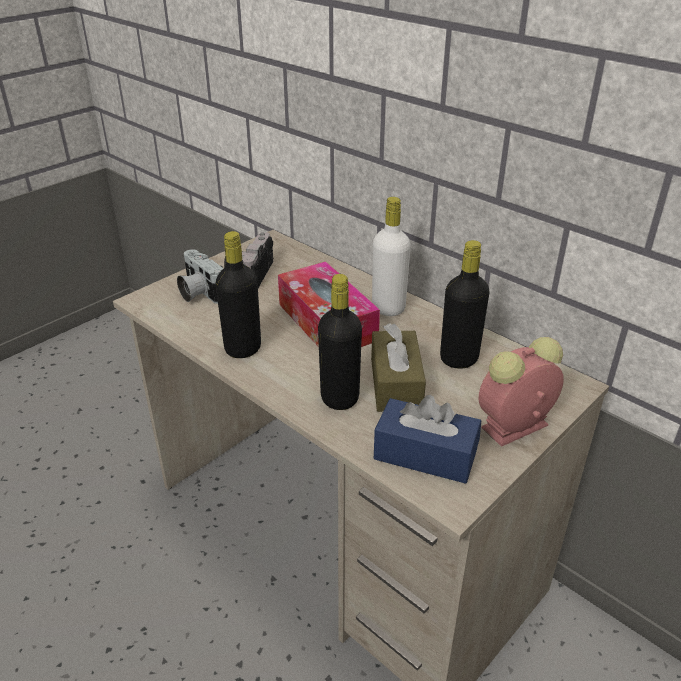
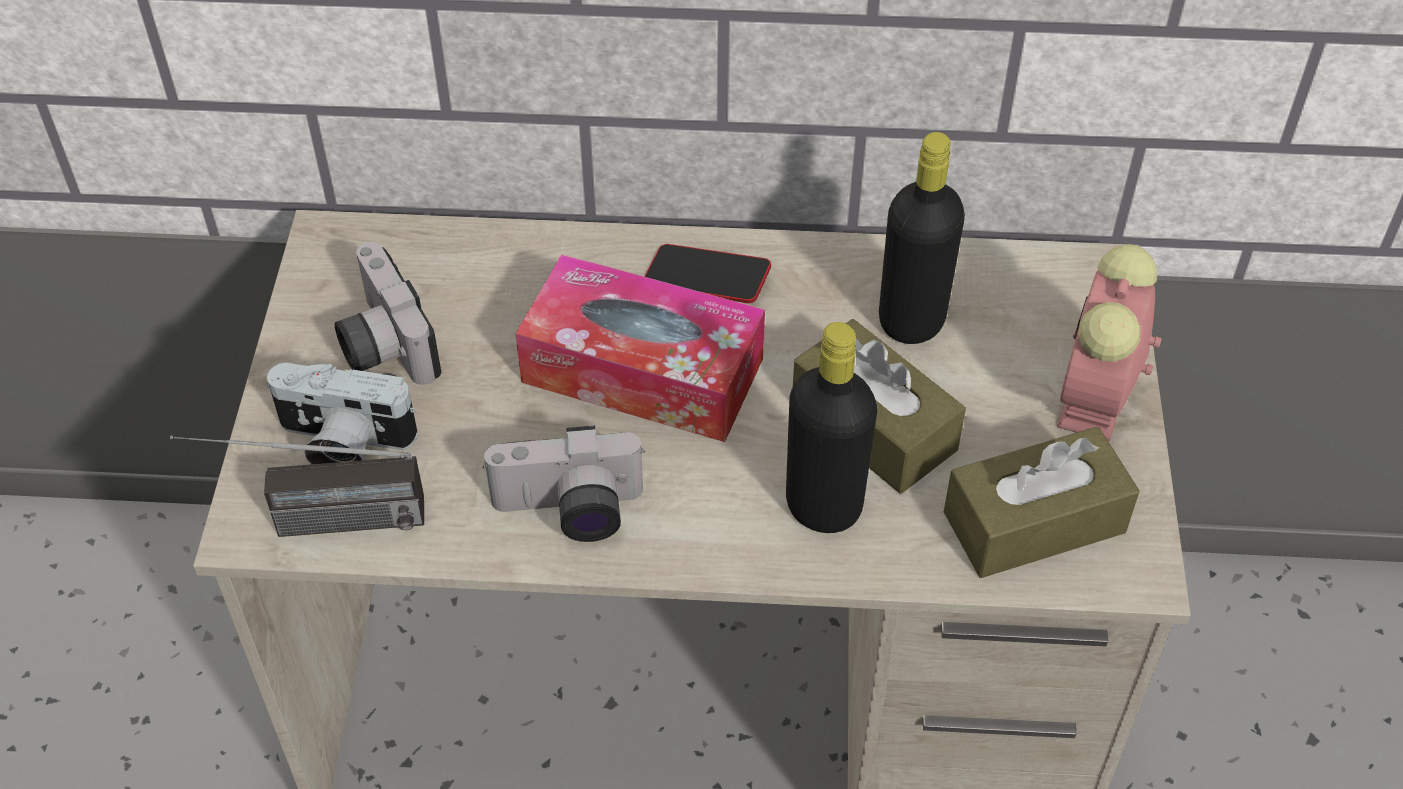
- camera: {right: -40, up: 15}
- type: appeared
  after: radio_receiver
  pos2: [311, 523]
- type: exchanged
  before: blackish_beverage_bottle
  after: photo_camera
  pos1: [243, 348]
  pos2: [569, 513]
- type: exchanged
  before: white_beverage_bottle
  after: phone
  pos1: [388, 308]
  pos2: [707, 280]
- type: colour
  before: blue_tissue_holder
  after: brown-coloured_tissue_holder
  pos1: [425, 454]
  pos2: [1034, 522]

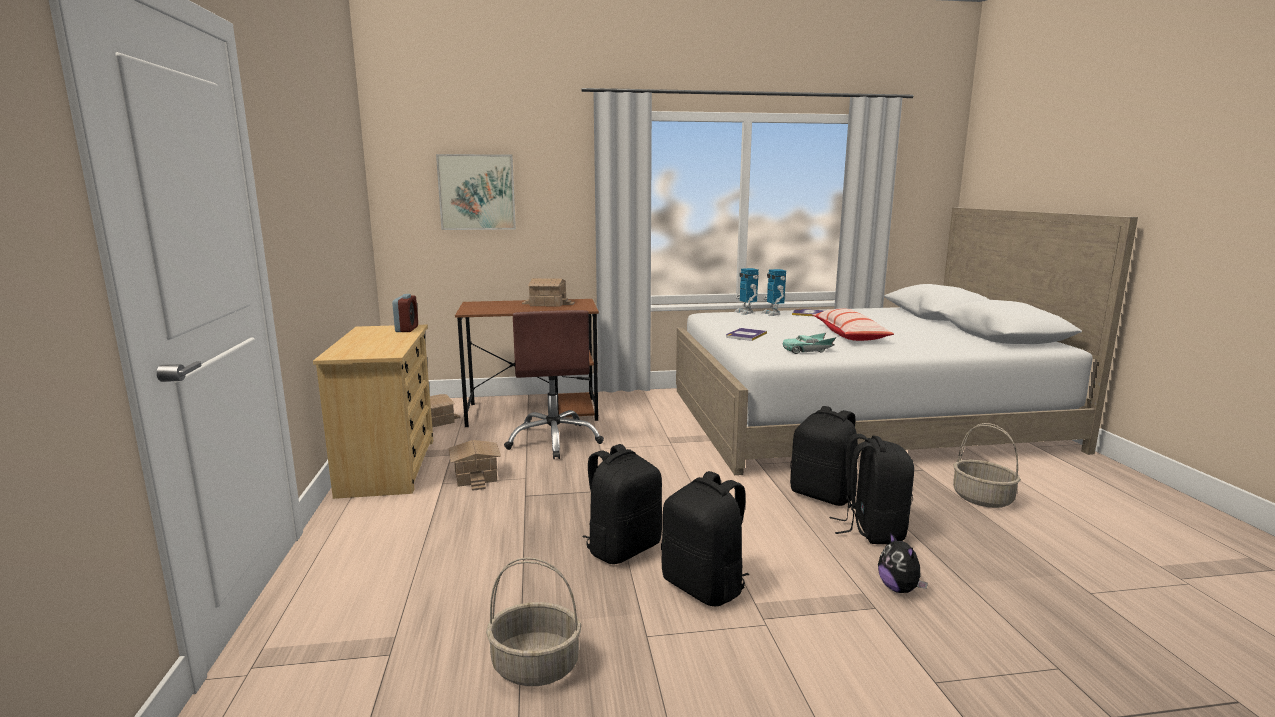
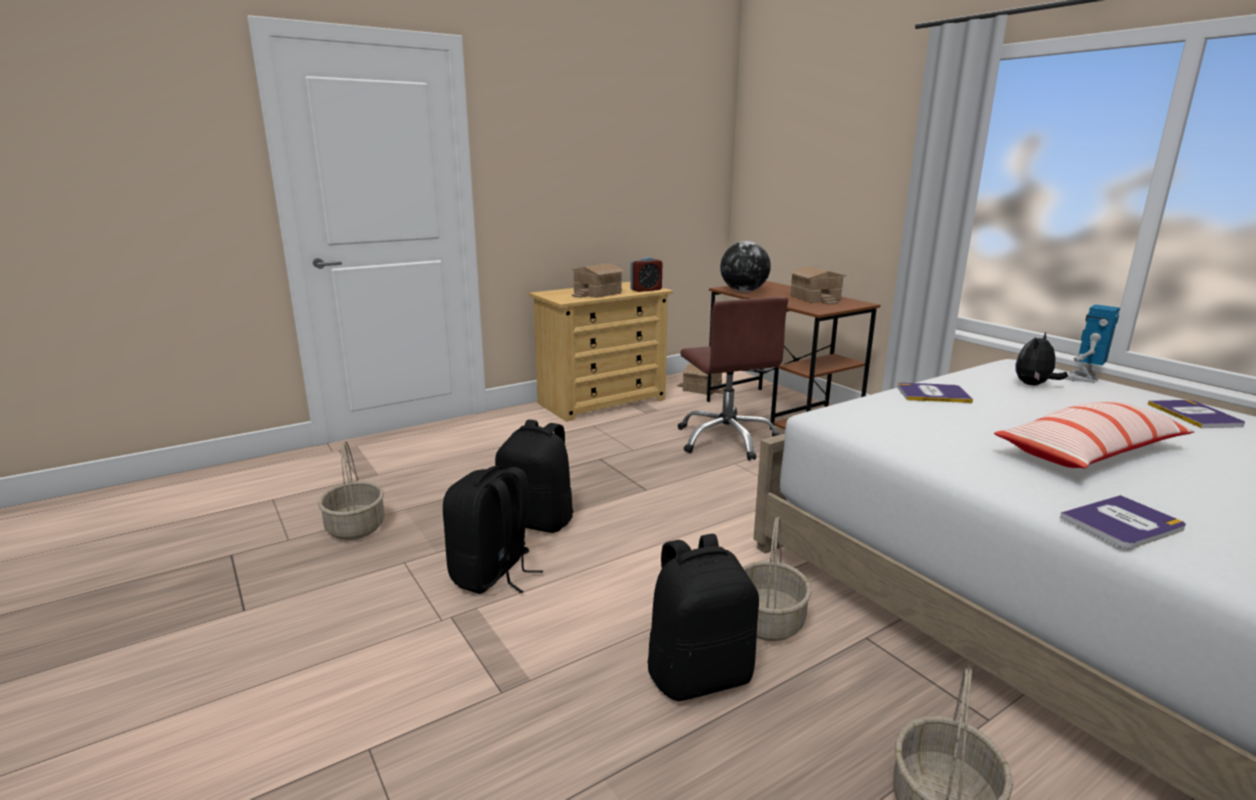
- camera: {right: 65, up: 5}
- type: missing
  before: wall_art
  pos1: [477, 192]
- type: missing
  before: toy_robot
  pos1: [773, 314]
- type: missing
  before: turquoise_miniature_car
  pos1: [807, 350]
- type: appeared
  after: desk_globe
  pos2: [743, 291]
- type: appeared
  after: bound_book
  pos2: [1122, 523]
- type: relocated
  before: toy_house
  pos1: [474, 476]
  pos2: [596, 293]
- type: relocated
  before: plush_toy
  pos1: [899, 589]
  pos2: [1034, 385]
- type: exchanged
  before: blackish_knapsack
  after: basket
  pos1: [823, 495]
  pos2: [769, 622]
- type: spun
  before: brown-coloured_computer_chair
  pos1: [554, 440]
  pos2: [726, 439]
  turn: -75

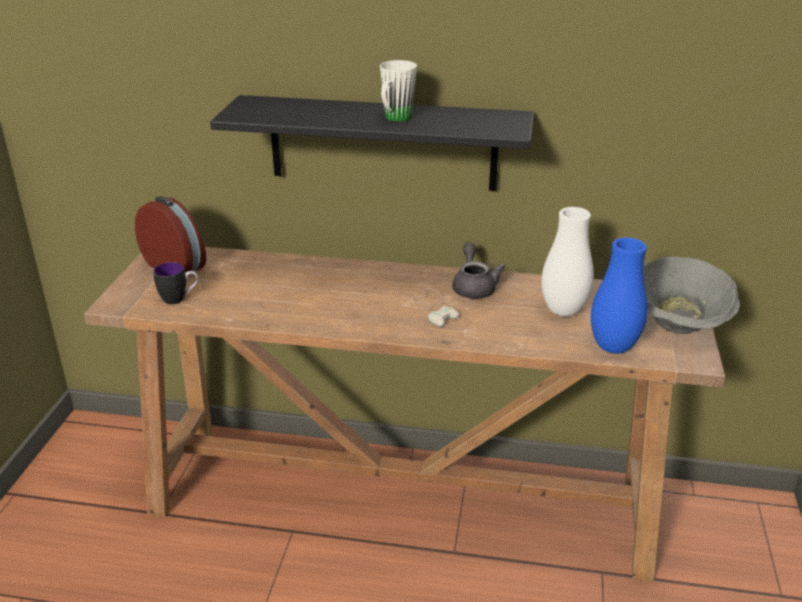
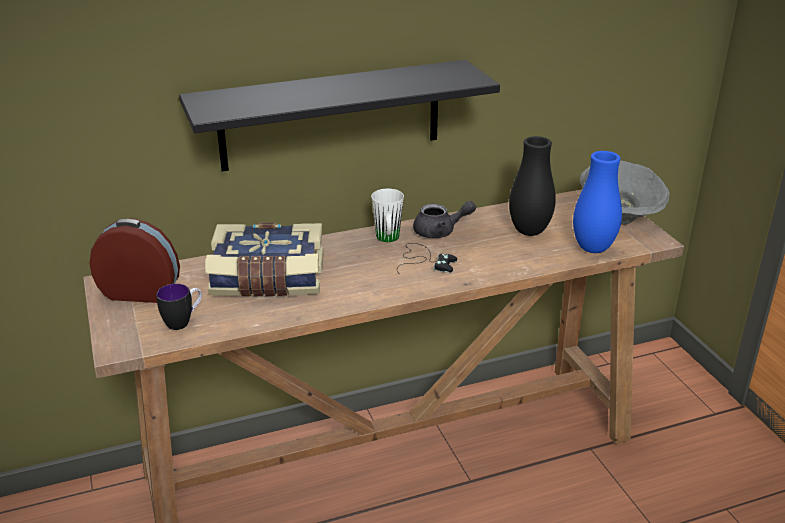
- camera: {right: -30, up: 0}
- type: appeared
  after: bound_book
  pos2: [268, 279]
- type: relocated
  before: white_coffee_mug
  pos1: [395, 119]
  pos2: [388, 240]
- type: colour
  before: white_gamepad
  after: blackish_gamepad
  pos1: [429, 309]
  pos2: [424, 261]
- type: colour
  before: white_vase
  after: blackish_vase
  pos1: [563, 311]
  pos2: [529, 231]
- type: spun
  before: gray_tea_pot
  pos1: [474, 287]
  pos2: [440, 232]
  turn: 120

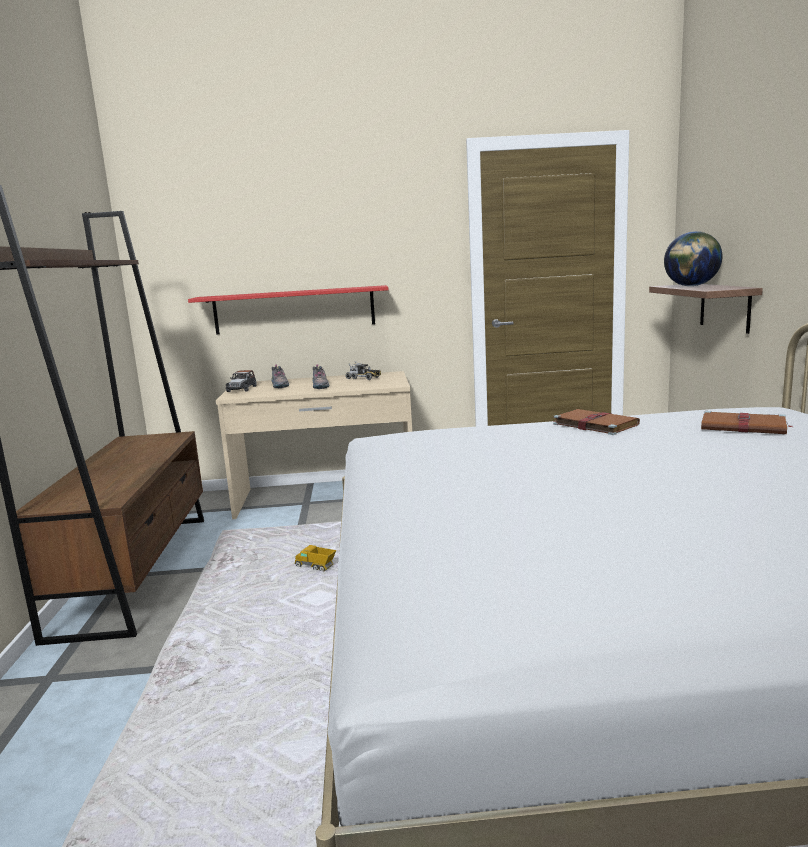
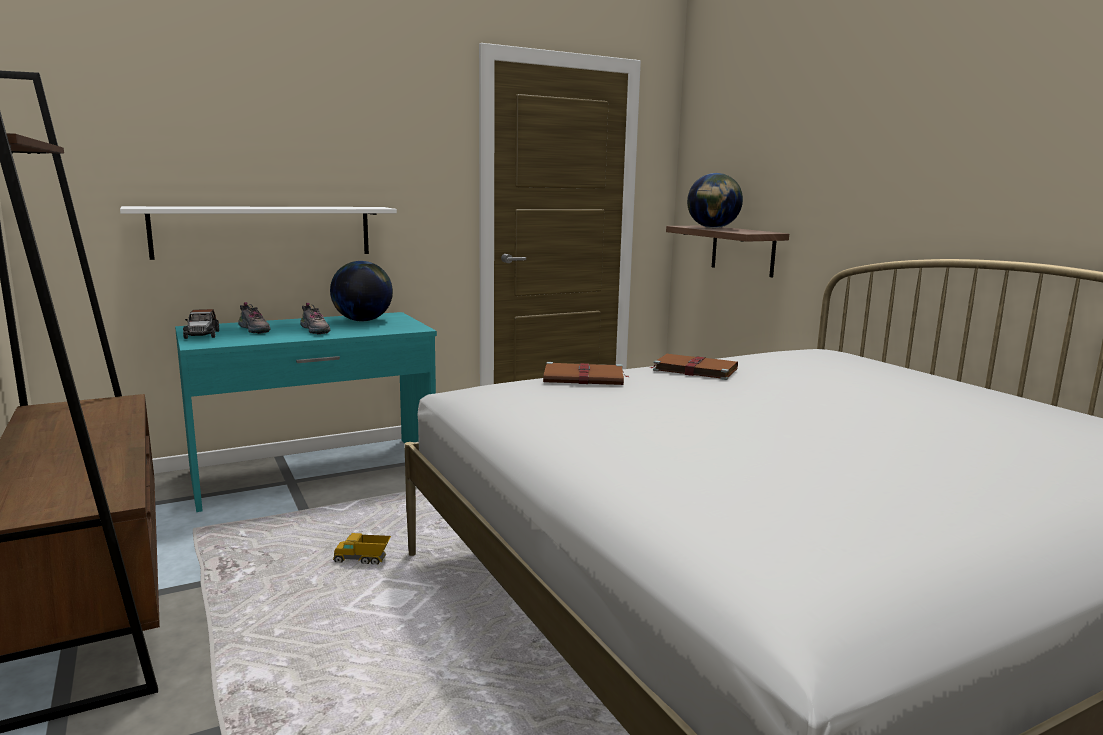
- camera: {right: -25, up: 0}
- type: relocated
  before: brown-coloured_bound_book
  pos1: [745, 427]
  pos2: [585, 378]
- type: exchanged
  before: toy_truck
  after: desk_globe
  pos1: [363, 378]
  pos2: [362, 320]
- type: colour
  before: red_wall_shelf
  after: white_wall_shelf
  pos1: [294, 310]
  pos2: [264, 231]
- type: colour
  before: beige_desk_table
  after: turquoise_desk_table
  pos1: [327, 497]
  pos2: [314, 472]

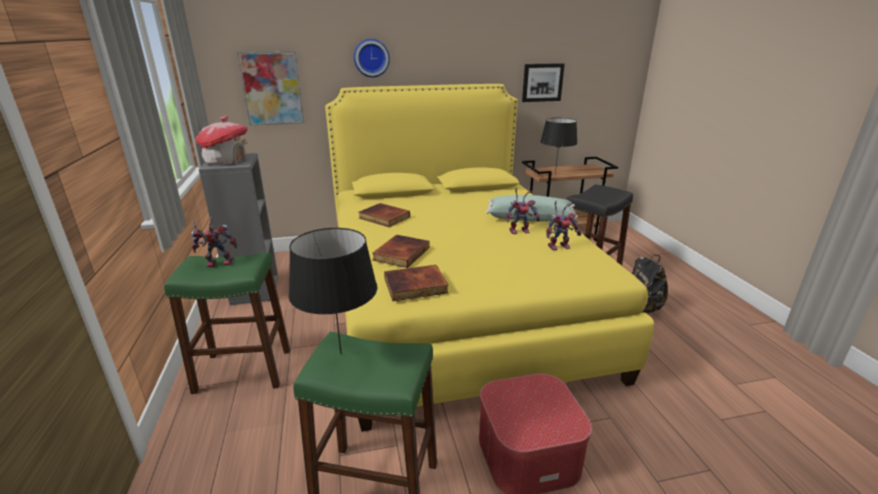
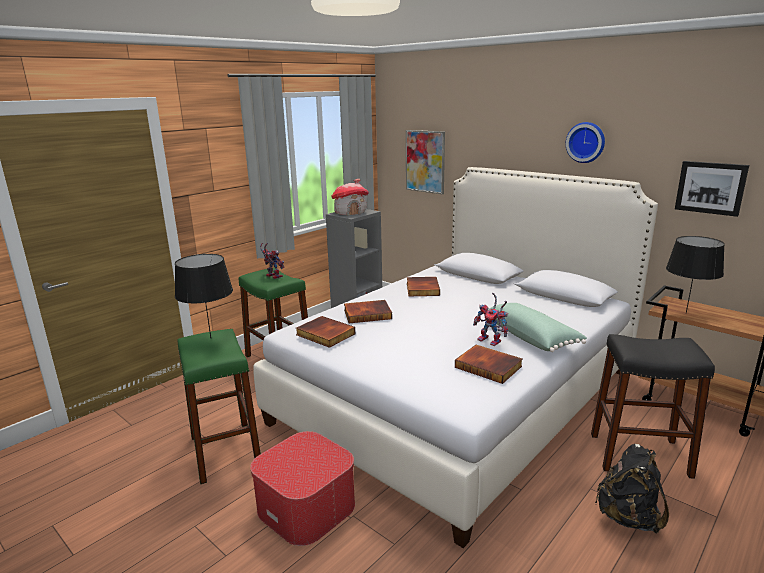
- camera: {right: 55, up: -5}
- type: relocated
  before: hanging_clock
  pos1: [371, 58]
  pos2: [586, 142]
- type: exchanged
  before: toy_robot
  after: bound_book
  pos1: [559, 246]
  pos2: [489, 366]
- type: colour
  before: yellowish_sleeping_bed
  after: white_sleeping_bed
  pos1: [454, 301]
  pos2: [458, 395]

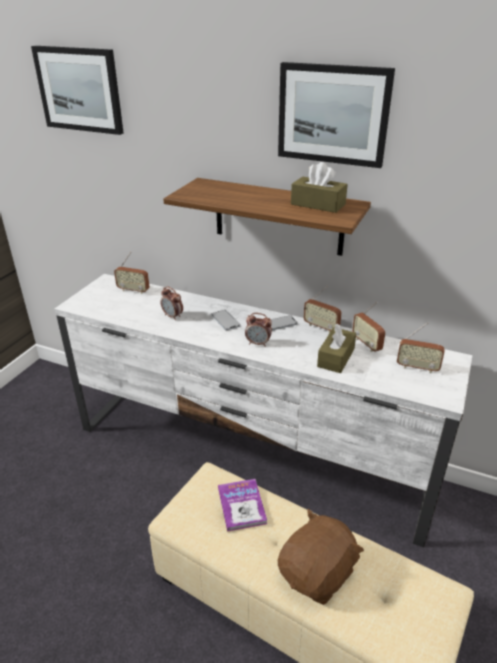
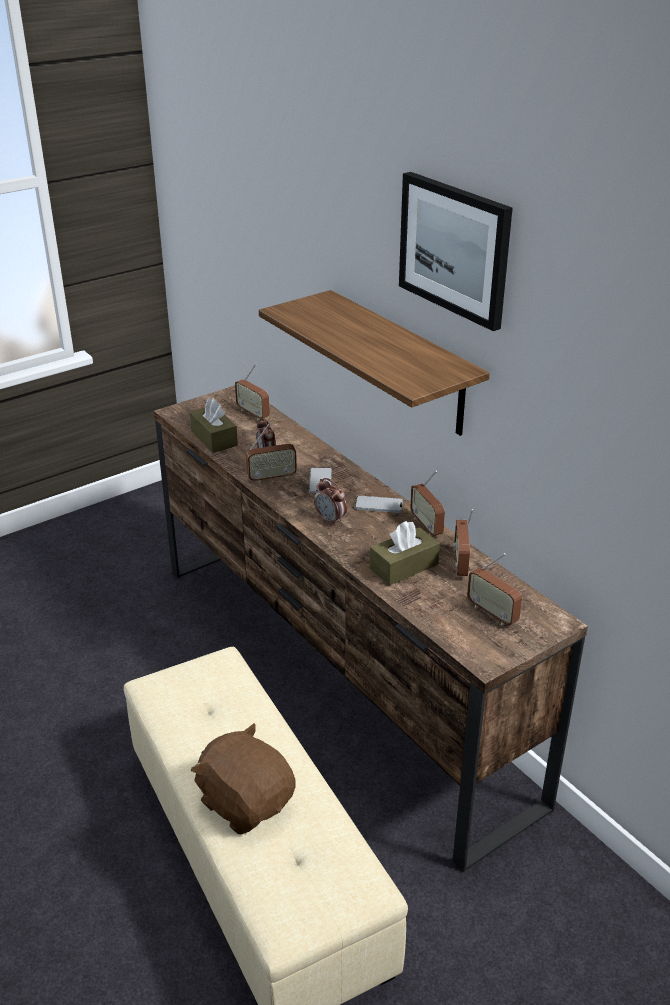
- camera: {right: 30, up: 0}
- type: missing
  before: wall_art
  pos1: [80, 89]
- type: missing
  before: bound_book
  pos1: [241, 505]
- type: appeared
  after: radio_receiver
  pos2: [271, 477]
- type: relocated
  before: brown-coloured_tissue_holder
  pos1: [318, 204]
  pos2: [214, 438]
- type: colour
  before: white_media_console
  after: brown-coloured_media_console
  pos1: [250, 456]
  pos2: [336, 677]
- type: spun
  before: brown-coloured_plush_toy
  pos1: [318, 573]
  pos2: [246, 801]
  turn: -120

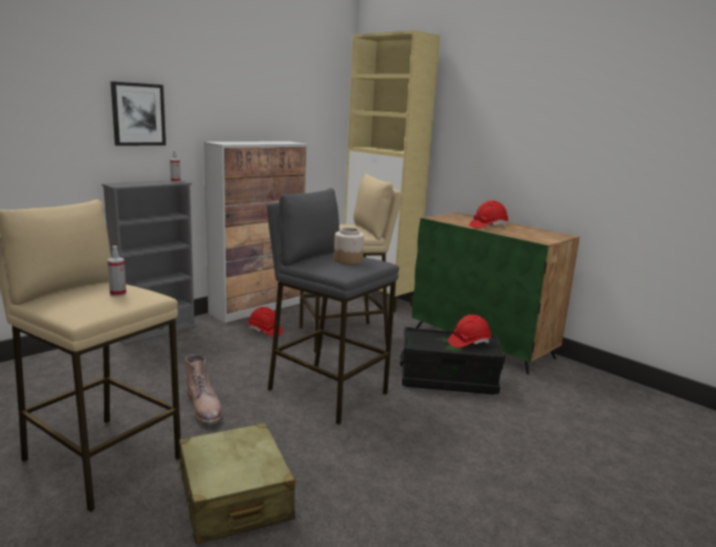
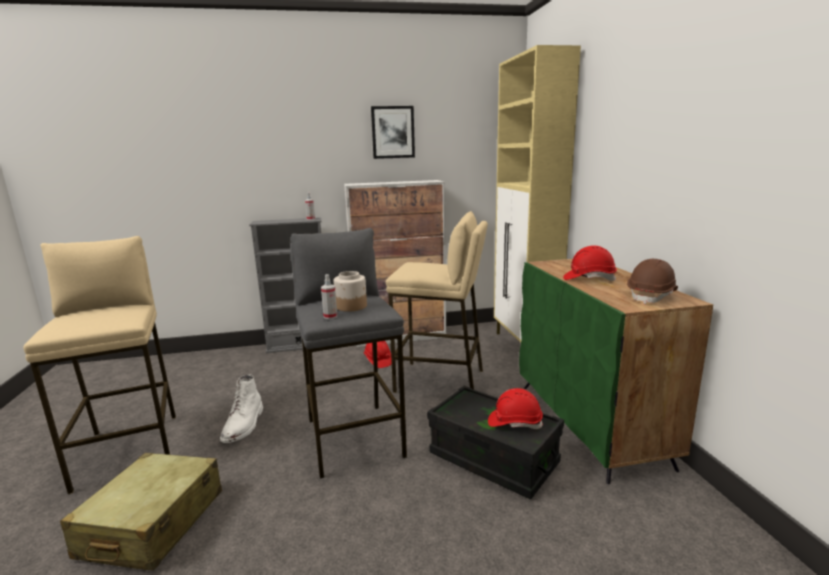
- camera: {right: 35, up: 0}
- type: appeared
  after: brown-coloured_hard_hat
  pos2: [651, 296]
- type: relocated
  before: spray_bottle
  pos1: [118, 294]
  pos2: [330, 316]
- type: relocated
  before: wall_art
  pos1: [138, 114]
  pos2: [393, 132]
- type: colour
  before: brown-coloured_high-top_boot
  after: white_high-top_boot
  pos1: [205, 408]
  pos2: [244, 425]

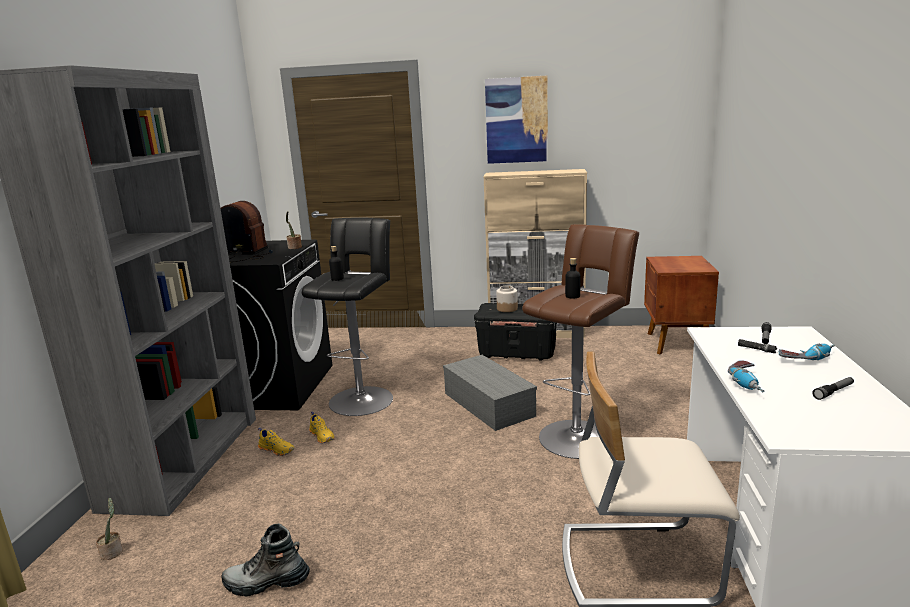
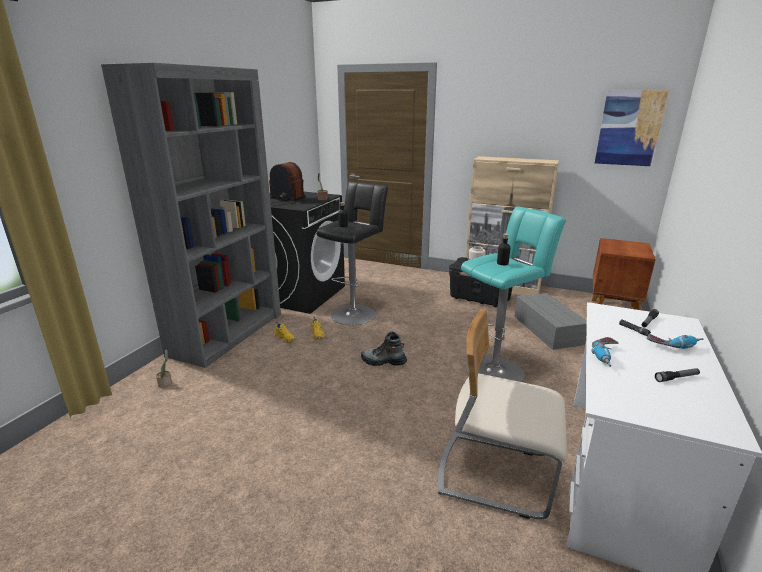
- camera: {right: 15, up: 5}
- type: relocated
  before: high-top_boot
  pos1: [266, 583]
  pos2: [383, 362]
- type: relocated
  before: gray_storage_box
  pos1: [487, 404]
  pos2: [546, 329]
- type: relocated
  before: wall_art
  pos1: [516, 120]
  pos2: [629, 128]
- type: colour
  before: brown-coloured_sitting_stool
  after: turquoise_sitting_stool
  pos1: [579, 436]
  pos2: [497, 369]

